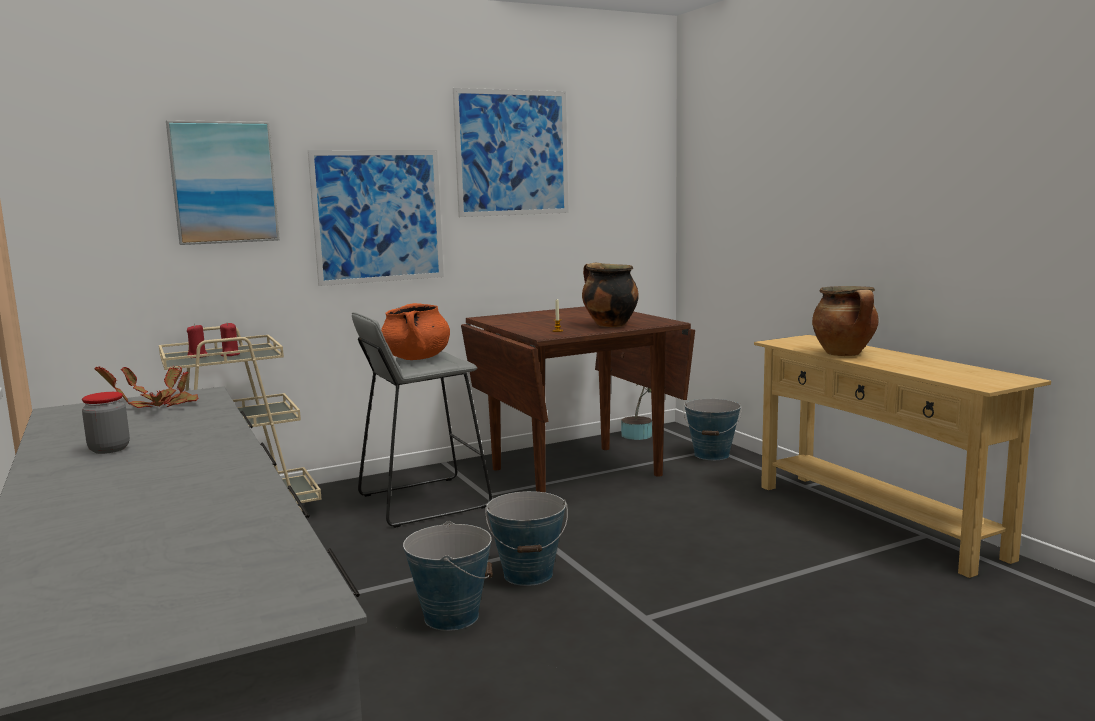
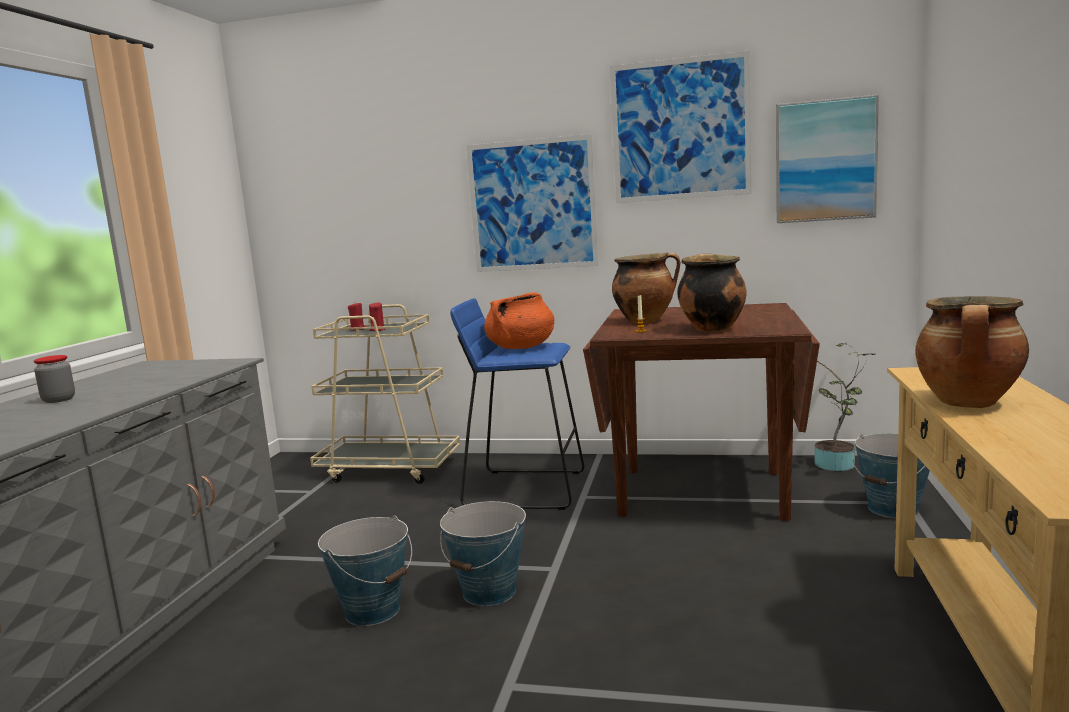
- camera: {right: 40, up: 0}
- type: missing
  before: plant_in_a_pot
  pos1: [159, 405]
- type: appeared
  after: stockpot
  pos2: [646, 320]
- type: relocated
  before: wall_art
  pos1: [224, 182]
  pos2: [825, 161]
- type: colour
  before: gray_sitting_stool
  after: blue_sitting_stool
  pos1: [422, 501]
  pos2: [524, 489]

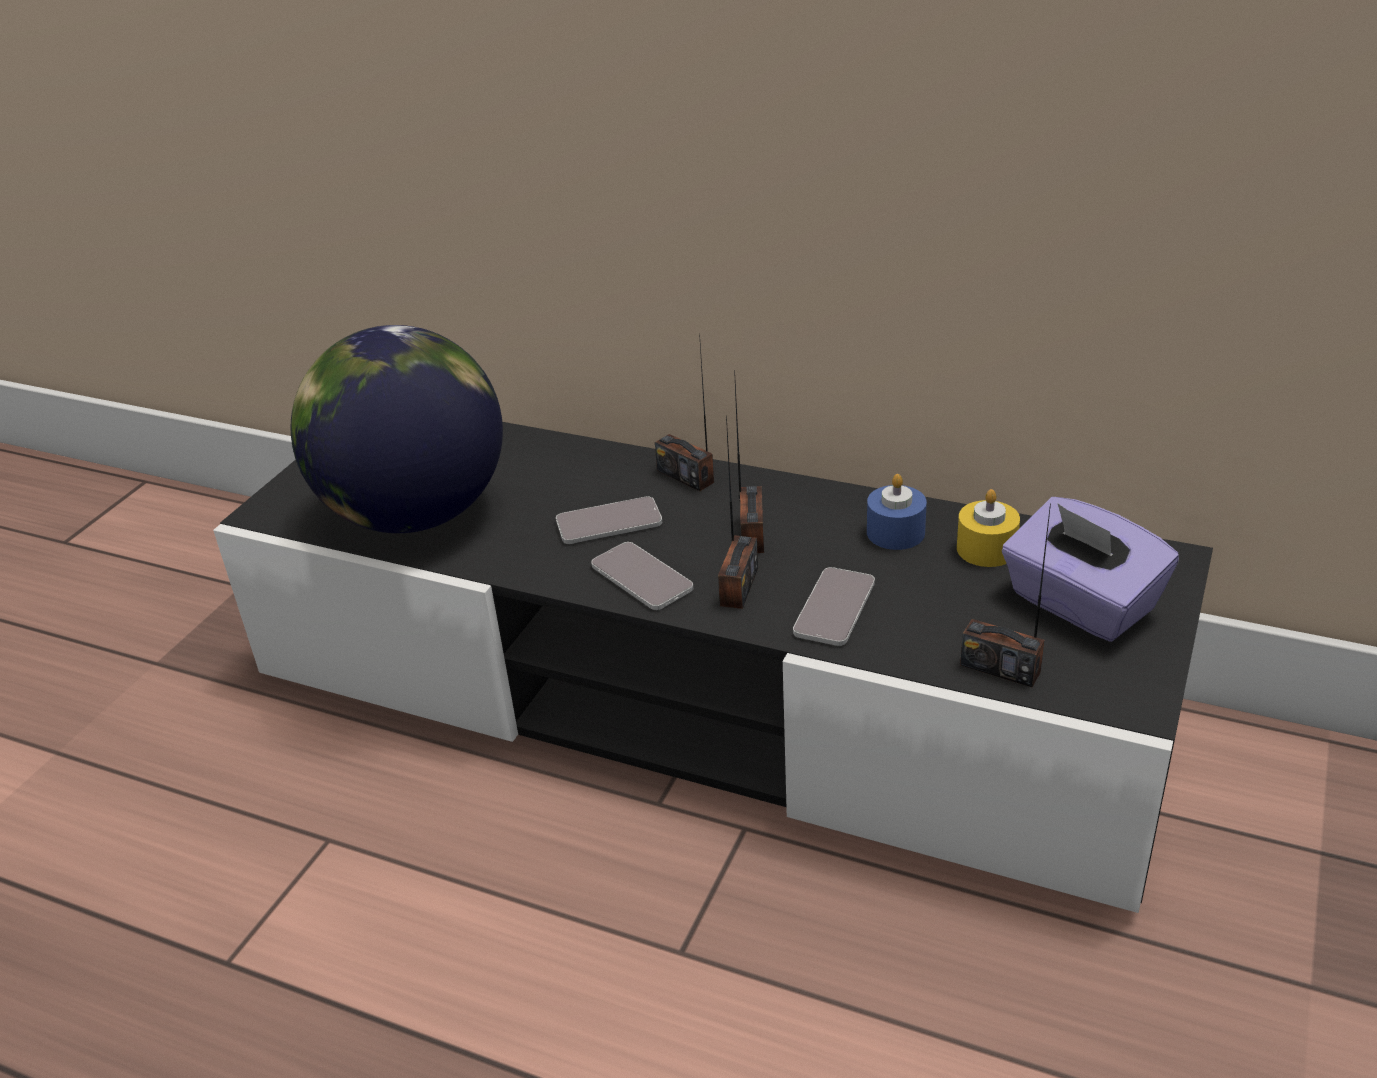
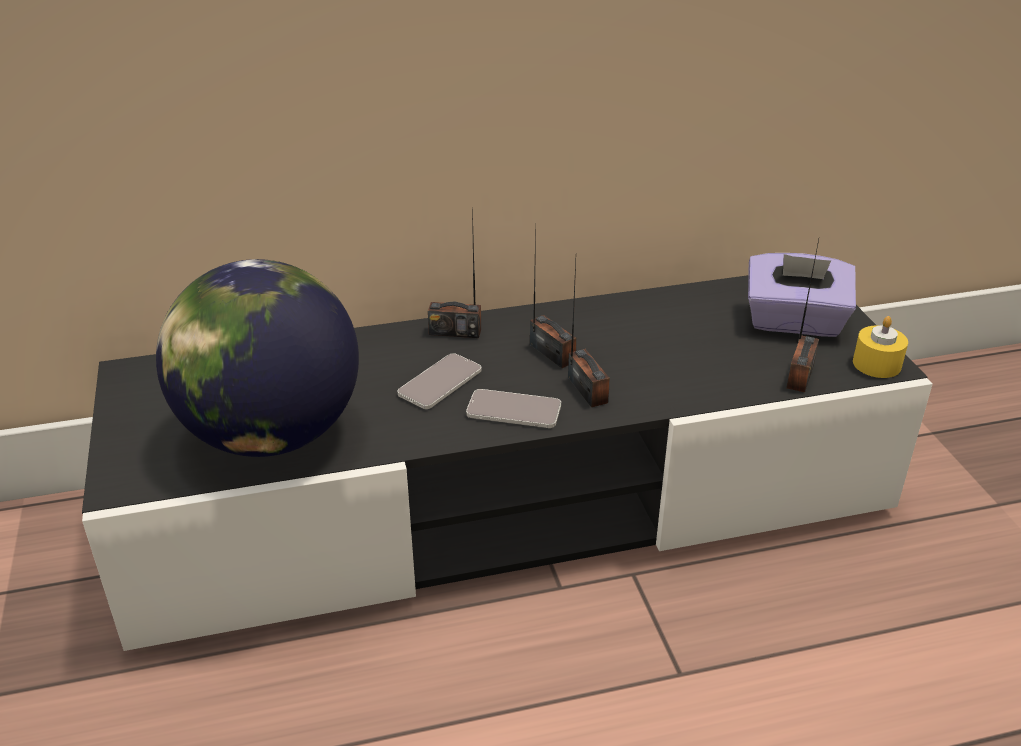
- camera: {right: -40, up: 0}
- type: missing
  before: phone
  pos1: [834, 608]
- type: missing
  before: blue_wax_light
  pos1: [895, 532]
- type: relocated
  before: yellowish_wax_light
  pos1: [986, 549]
  pos2: [876, 364]
- type: spun
  before: radio_receiver
  pos1: [1000, 668]
  pos2: [799, 375]
  turn: -60

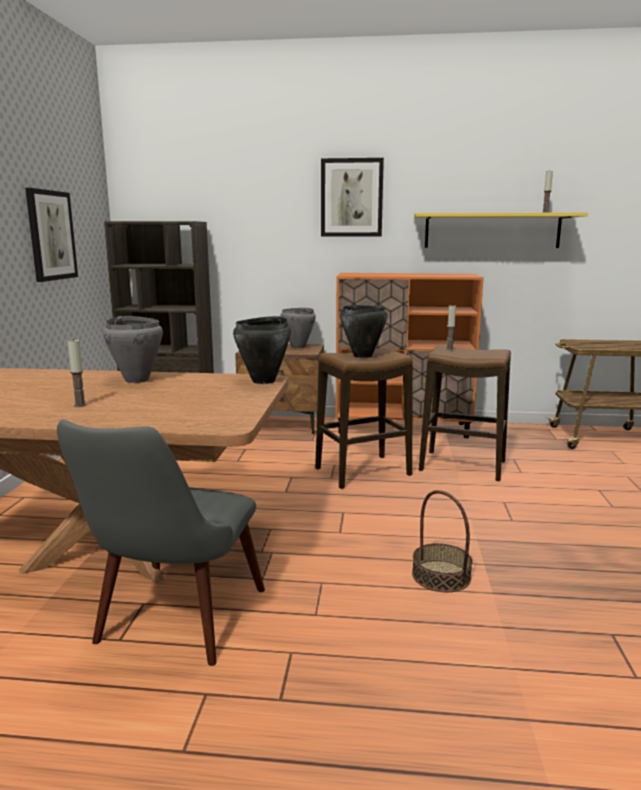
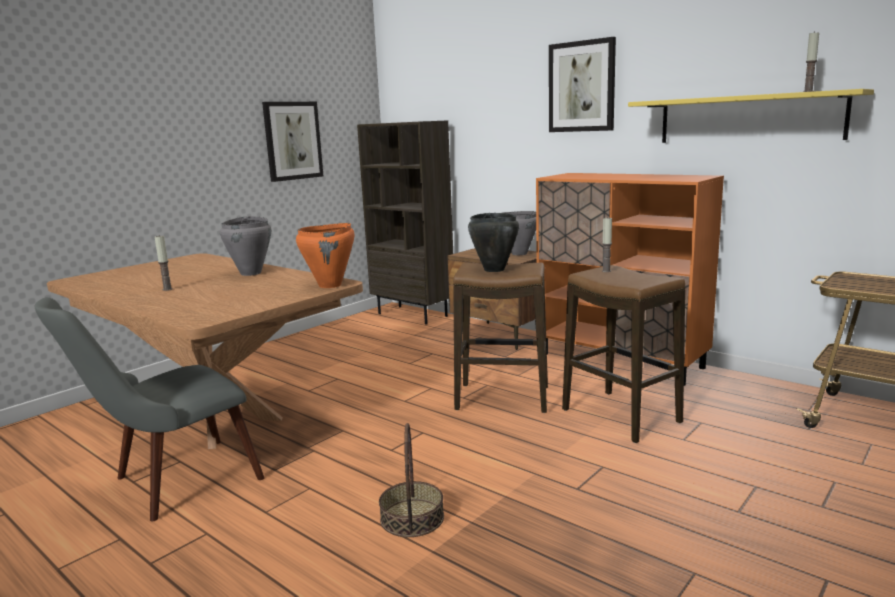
- camera: {right: 35, up: 0}
- type: colour
  before: blackish_stockpot
  after: orange_stockpot
  pos1: [264, 381]
  pos2: [330, 285]

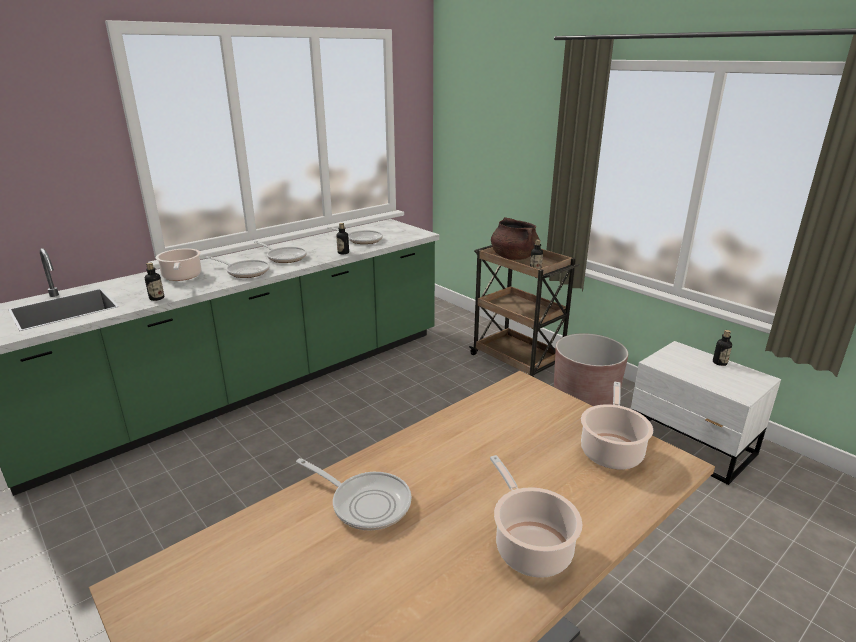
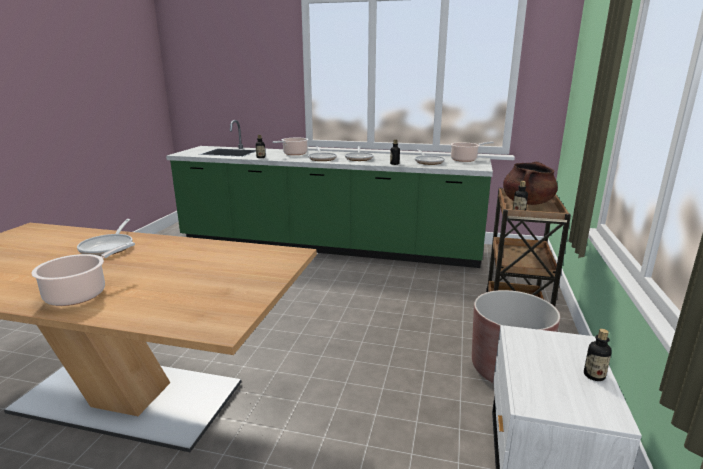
- camera: {right: 55, up: -5}
- type: relocated
  before: stockpot
  pos1: [611, 450]
  pos2: [465, 160]

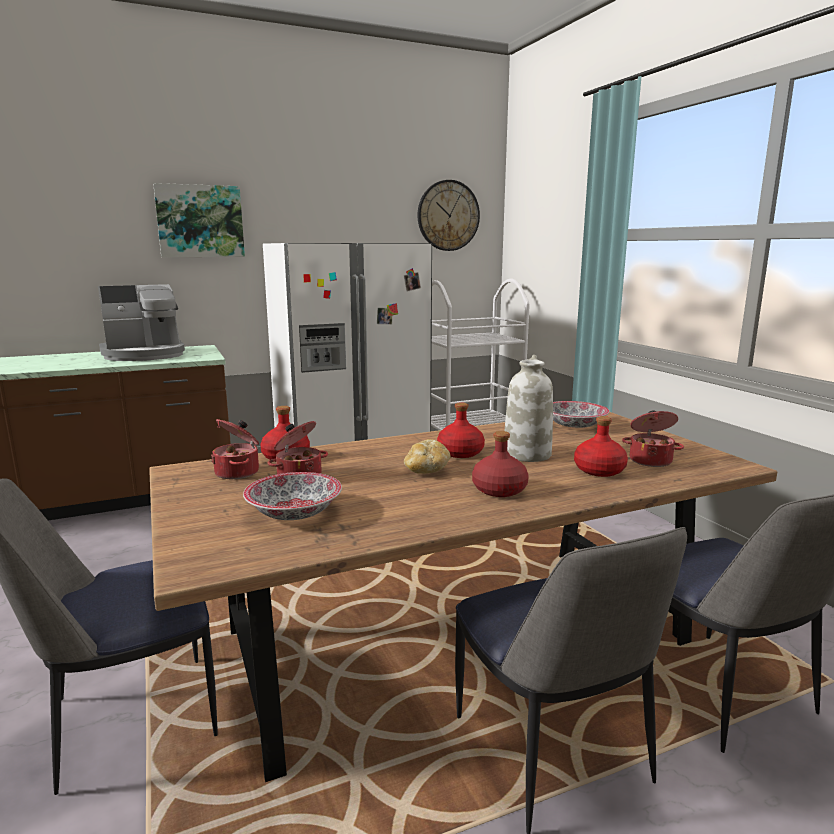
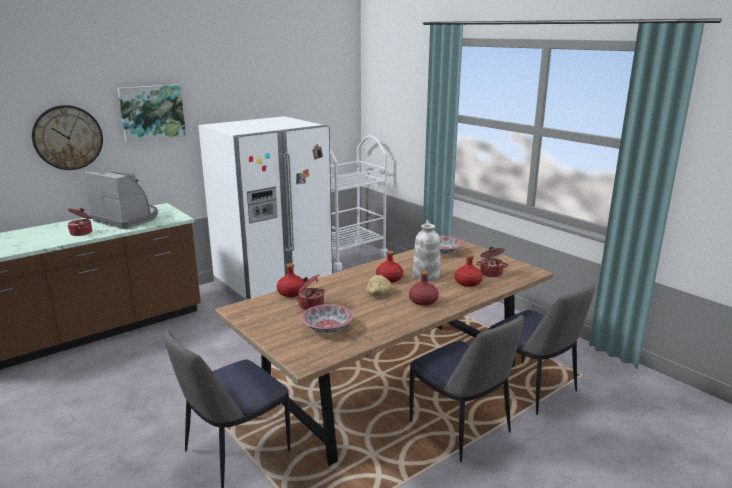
- camera: {right: -15, up: 5}
- type: relocated
  before: stockpot
  pos1: [238, 472]
  pos2: [82, 233]
- type: relocated
  before: hanging_clock
  pos1: [448, 215]
  pos2: [68, 137]
- type: spun
  before: coffee_machine
  pos1: [144, 355]
  pos2: [127, 219]
  turn: -105

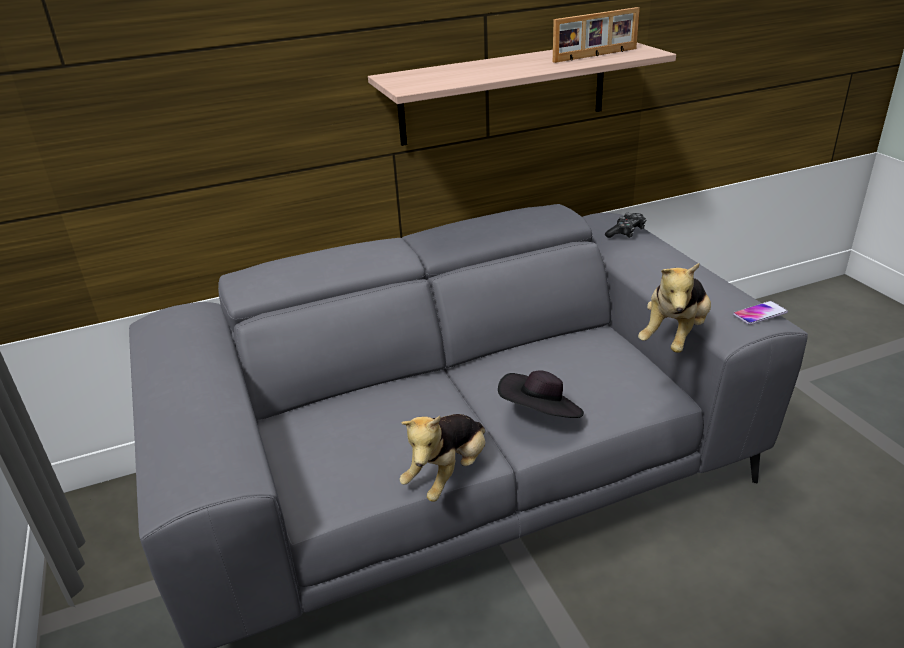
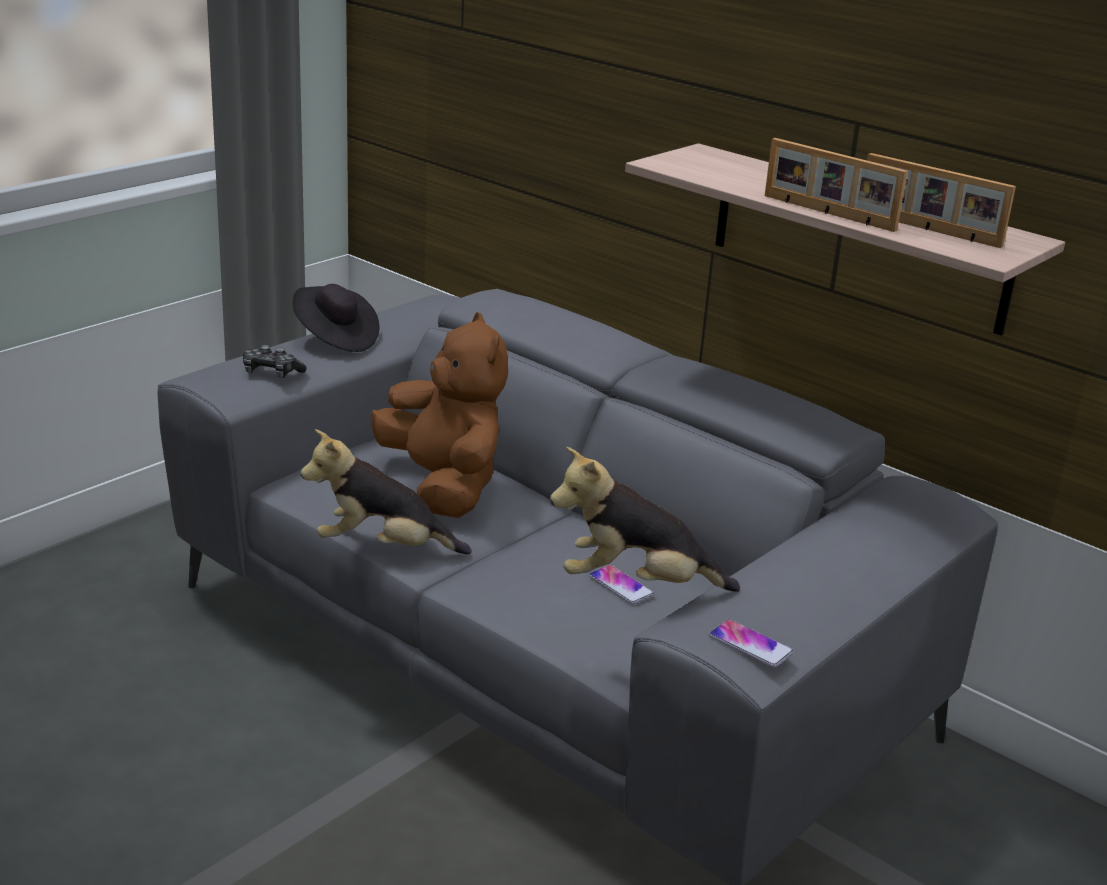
- camera: {right: 60, up: -5}
- type: appeared
  after: brown-coloured_plush_toy
  pos2: [443, 486]
- type: appeared
  after: phone
  pos2: [620, 586]
- type: appeared
  after: picture_frame
  pos2: [827, 213]
- type: relocated
  before: blackish_hat
  pos1: [541, 415]
  pos2: [335, 338]
- type: relocated
  before: gamepad
  pos1: [626, 233]
  pos2: [271, 373]

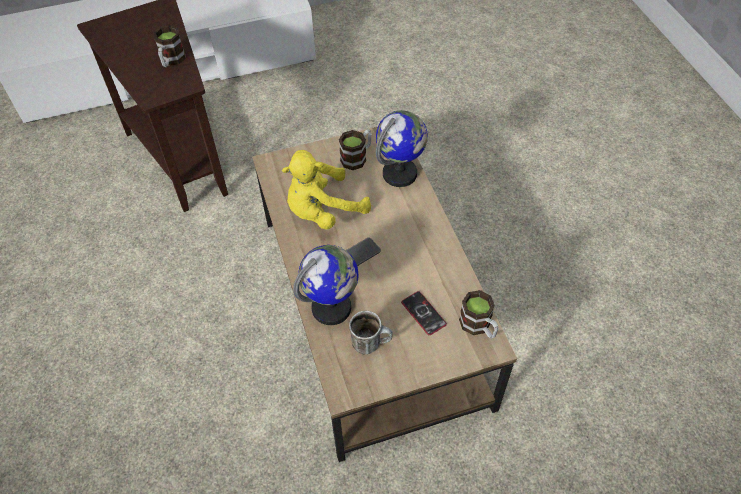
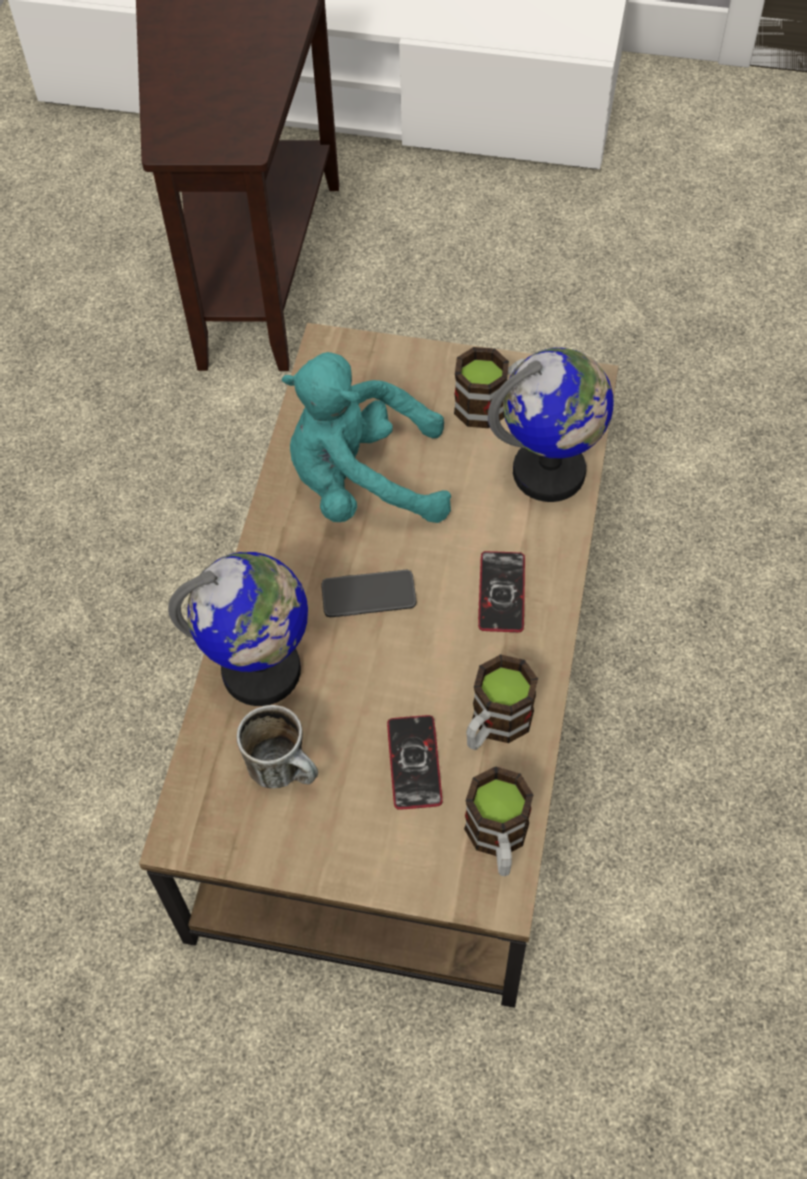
- camera: {right: 30, up: 5}
- type: appeared
  after: phone
  pos2: [501, 592]
- type: relocated
  before: coffee_mug
  pos1: [171, 61]
  pos2: [494, 725]
- type: colour
  before: yellowish_plush_toy
  after: turquoise_plush_toy
  pos1: [323, 211]
  pos2: [363, 482]

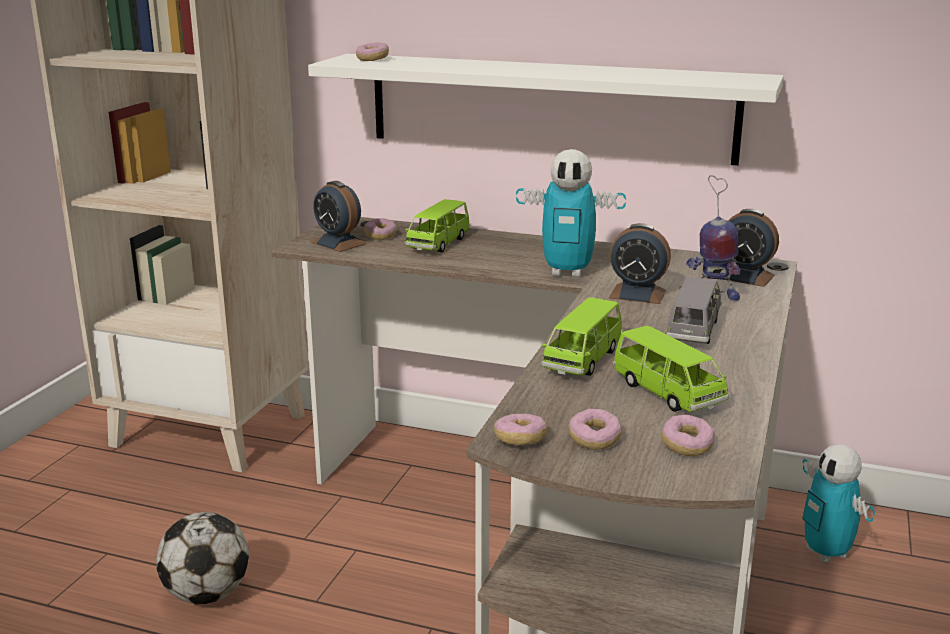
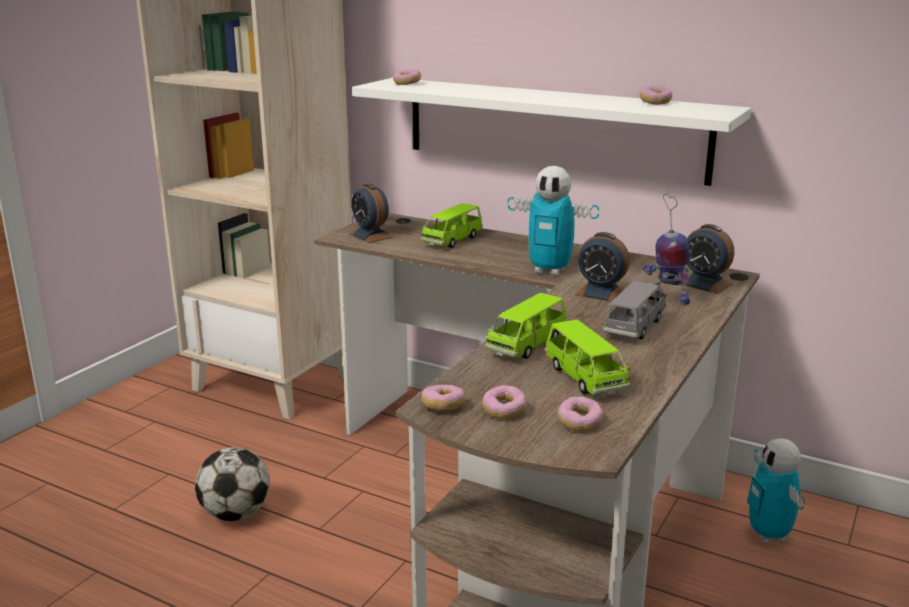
- camera: {right: 10, up: 0}
- type: relocated
  before: ring_doughnut
  pos1: [380, 236]
  pos2: [655, 102]

